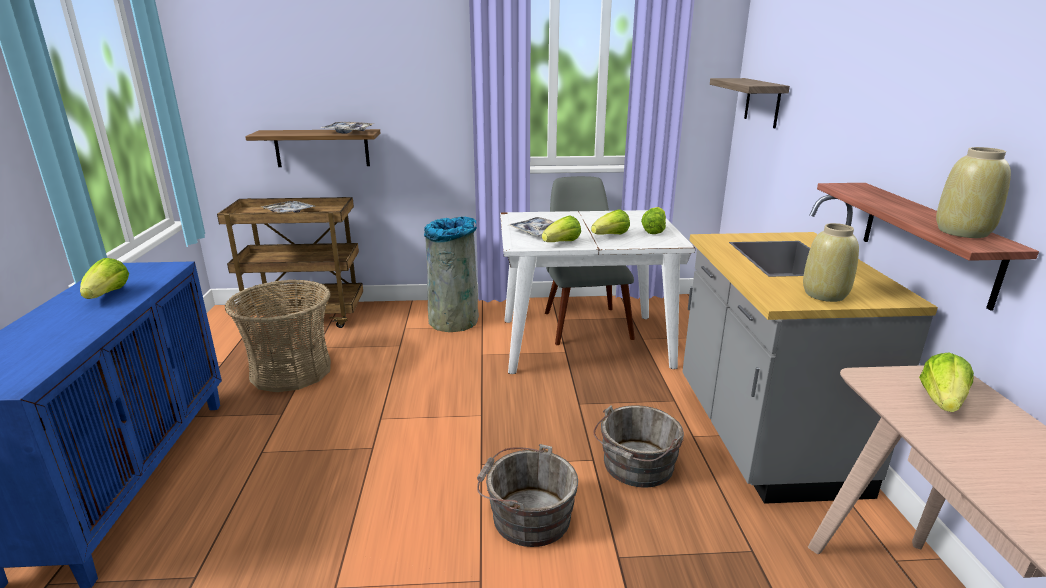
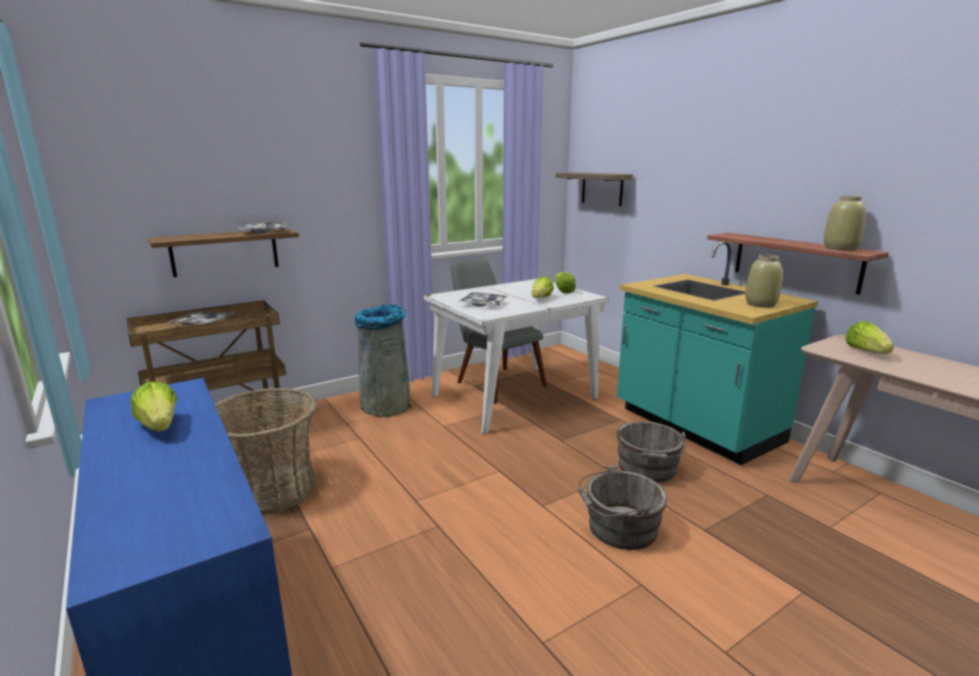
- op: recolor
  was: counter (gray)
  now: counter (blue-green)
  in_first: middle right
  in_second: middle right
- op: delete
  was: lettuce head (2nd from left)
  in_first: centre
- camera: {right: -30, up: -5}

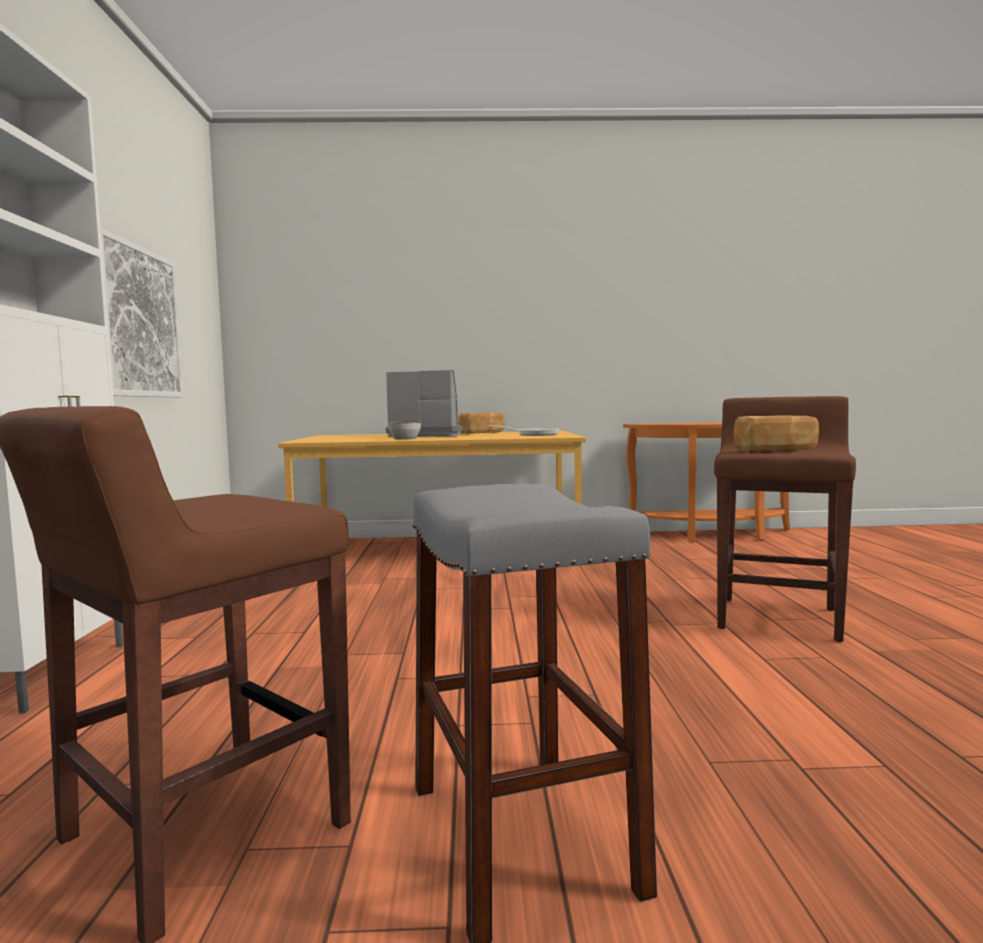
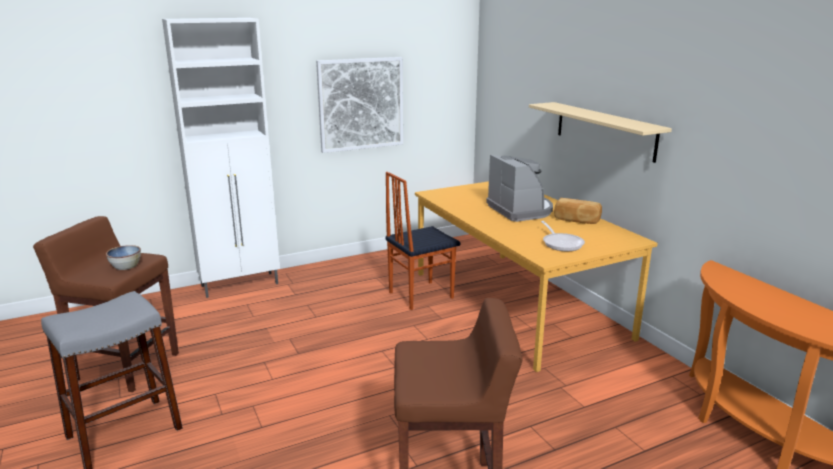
- op: delete
  was: bakery bread (2nd from left)
  in_first: middle right
- op: move
  was: serving bowl
  in_first: centre
  in_second: middle left
- op: insert
  now: bracket shelf (sand-coloured)
  in_second: top right
- op: insert
  now: chair
  in_second: centre
- camera: {right: 65, up: 15}

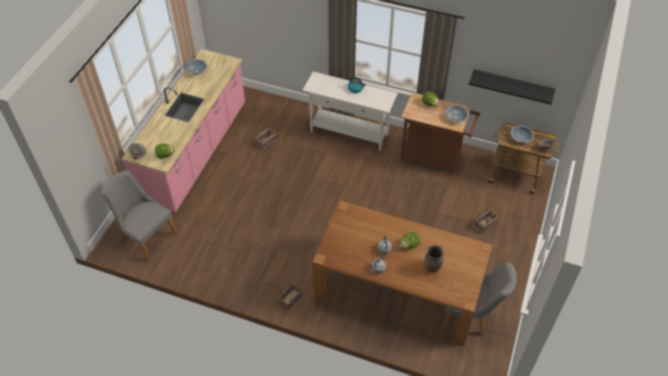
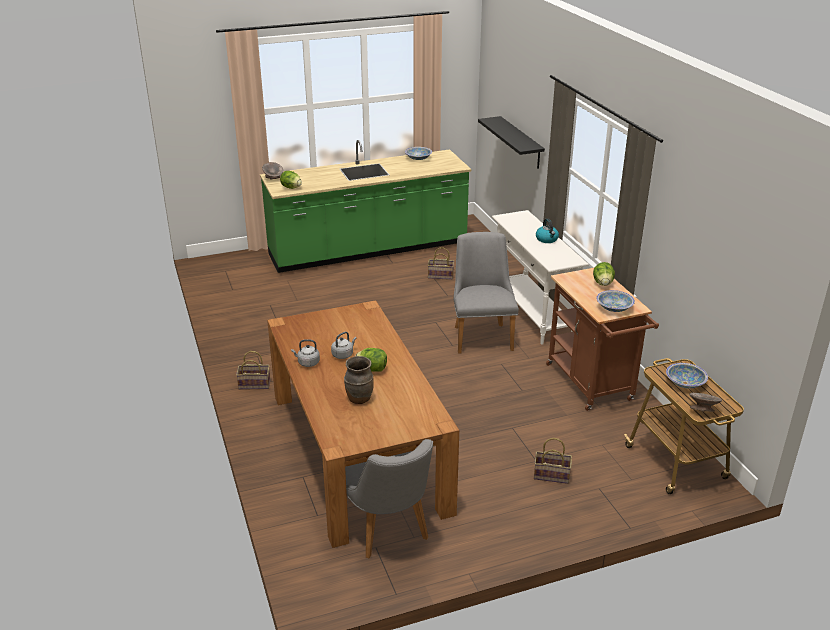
- op: recolor
  was: counter (pink-coloured)
  now: counter (greenish)
  in_first: middle left
  in_second: top centre
- op: move
  was: bracket shelf (blackish)
  in_first: top right
  in_second: top centre
- op: move
  was: chair (gray) (1st from left in the first image)
  now: chair (gray) (2nd from left)
  in_first: middle left
  in_second: centre
- camera: {right: 50, up: -20}

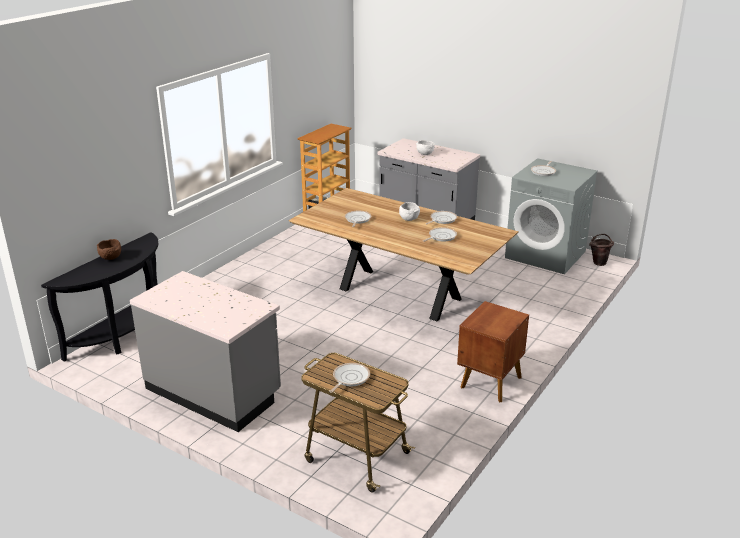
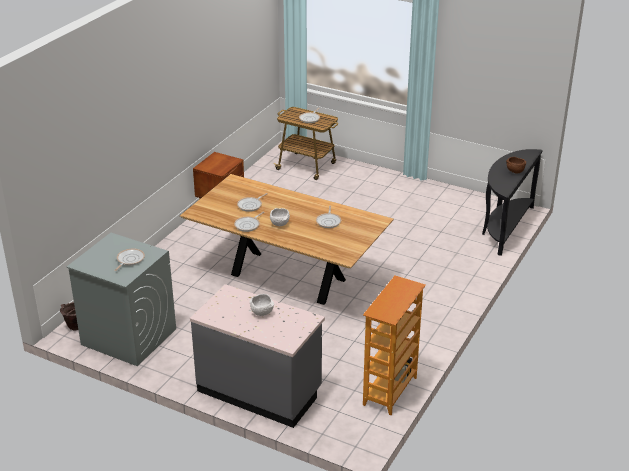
- op: delete
  was: counter (gray) (1st from left)
  in_first: middle left
- camera: {right: 175, up: 5}

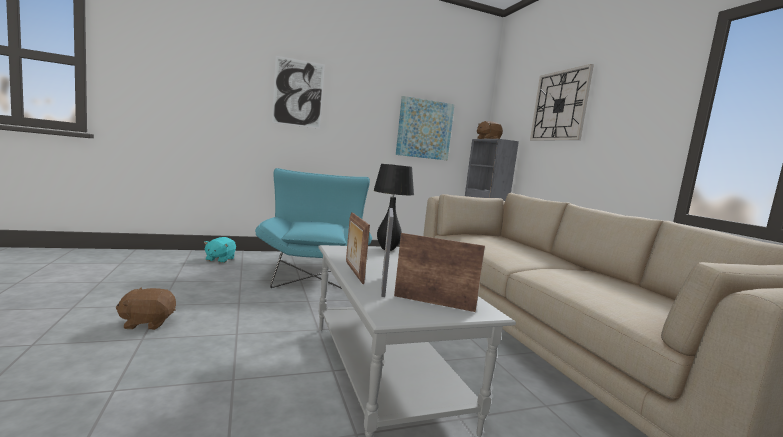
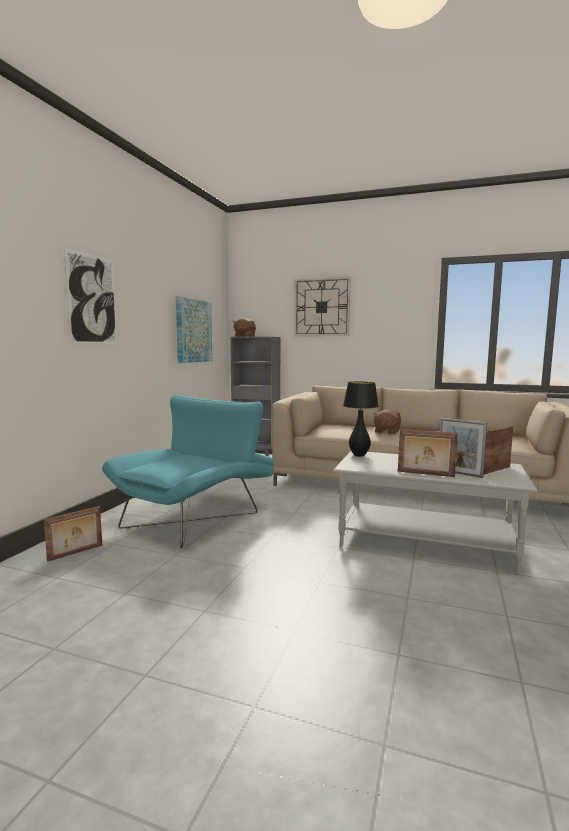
- op: rotate
  was: easy chair (blue-green)
  in_first: centre
  in_second: middle left
  clockwise: 90
- op: replace
  was: soft toy (blue-green)
  now: picture frame (1st from left)
  in_first: middle left
  in_second: middle left
- op: move
  was: soft toy (brownish) (1st from left in the first image)
  now: soft toy (brownish) (2nd from left)
  in_first: bottom left
  in_second: middle right
- camera: {right: -50, up: 0}

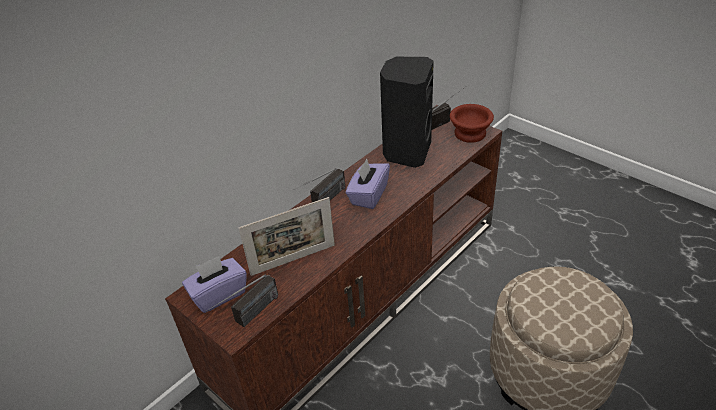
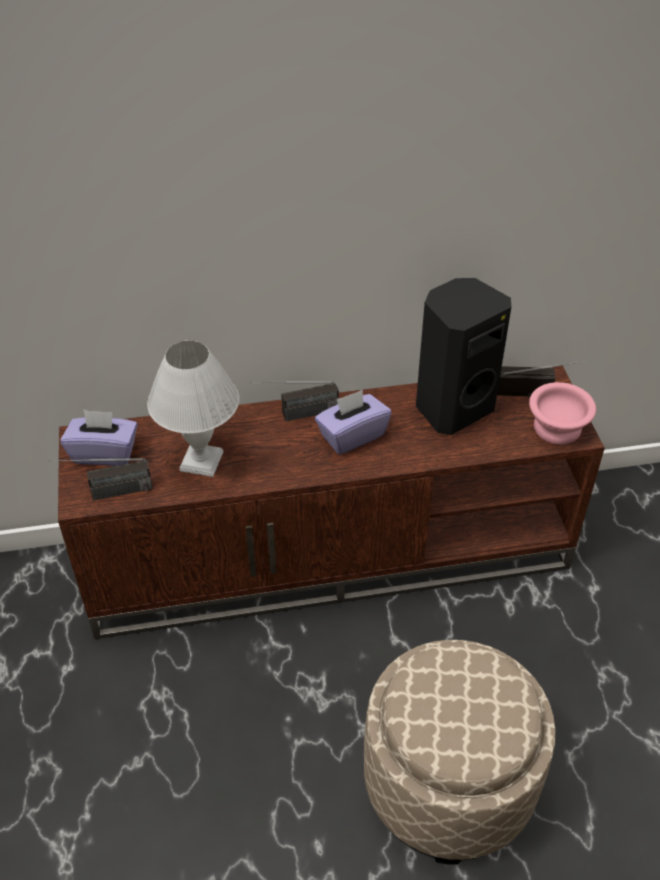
- op: recolor
  was: serving bowl (brownish)
  now: serving bowl (pink-coloured)
  in_first: top centre
  in_second: middle right
- op: replace
  was: picture frame
  now: lamp for a table (white-coloured)
  in_first: centre
  in_second: middle left
- camera: {right: 35, up: 5}

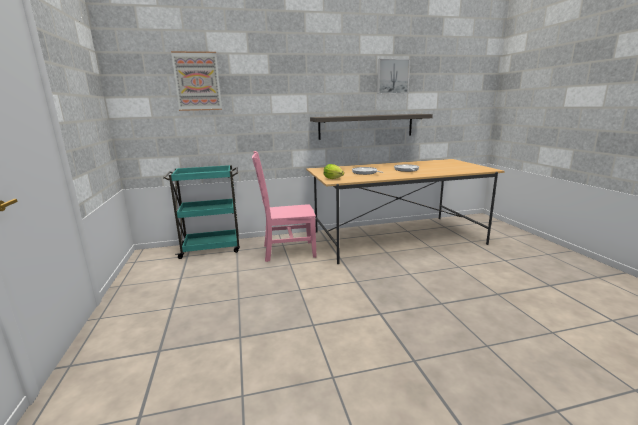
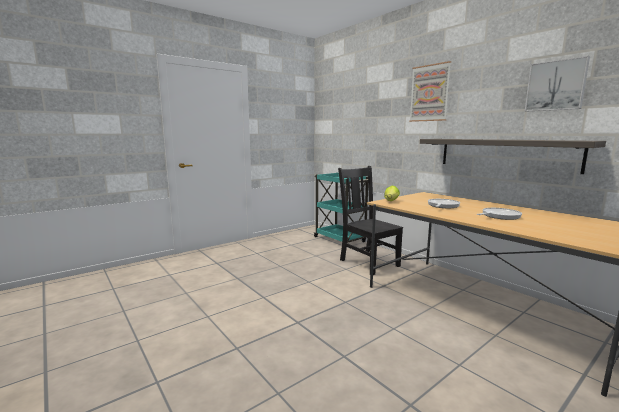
- op: move
  was: wall art (1st from left)
  in_first: top left
  in_second: top right
- op: recolor
  was: chair (pink-coloured)
  now: chair (blackish)
  in_first: centre
  in_second: centre
- camera: {right: 65, up: -5}

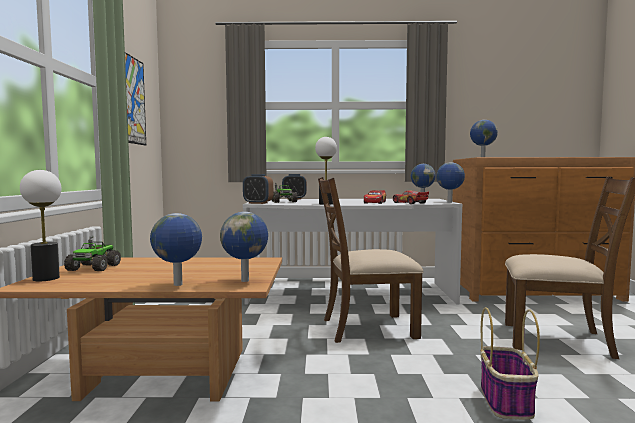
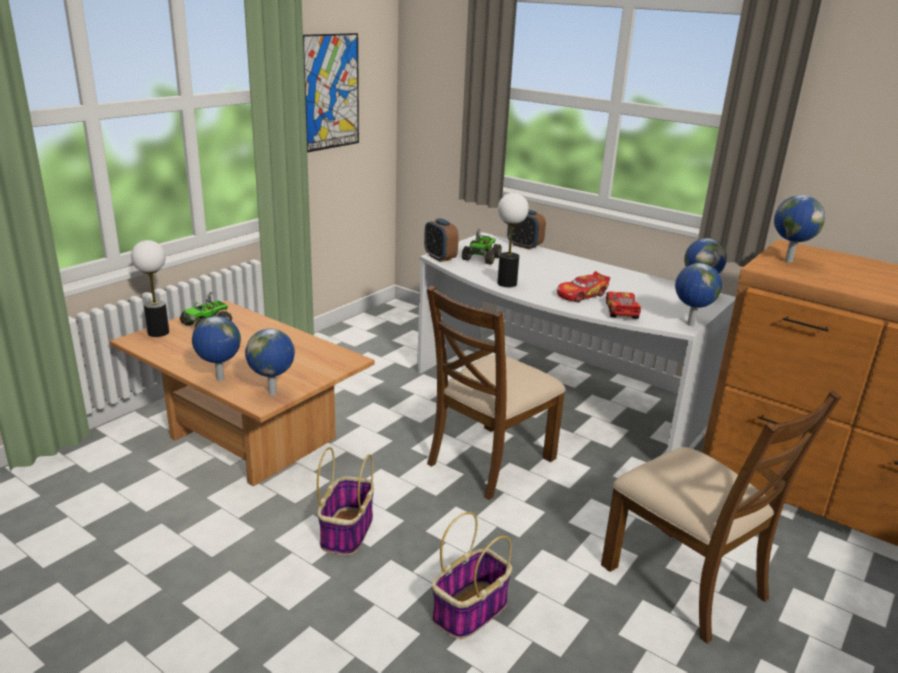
- op: rotate
  was: chair (brownish) (1st from left)
  in_first: centre
  in_second: centre
  clockwise: -75
- op: insert
  now: household basket (1st from left)
  in_second: bottom centre
- camera: {right: 35, up: 20}

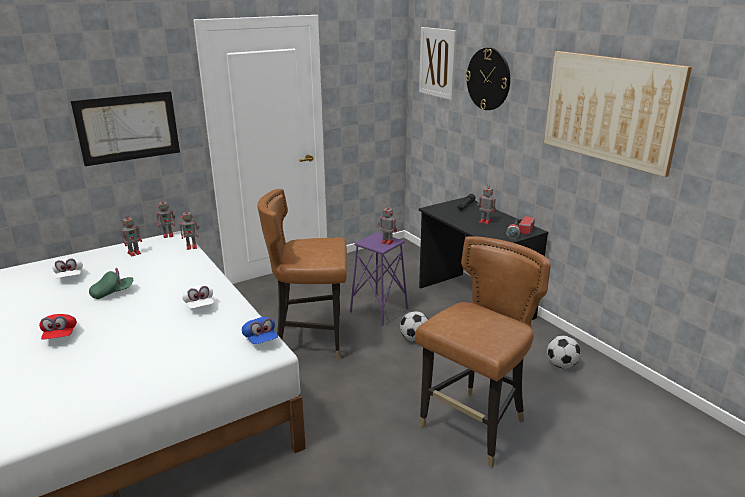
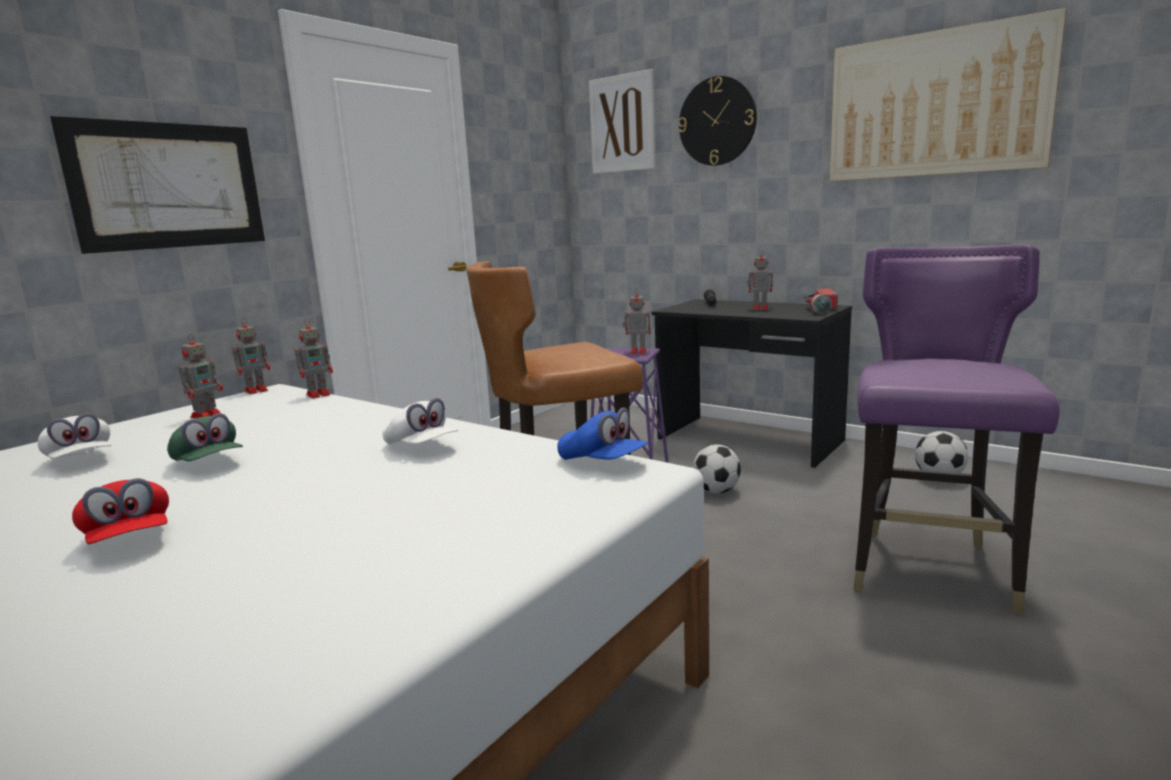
- op: recolor
  was: chair (brownish) (2nd from left)
  now: chair (purple)
  in_first: bottom centre
  in_second: middle right
- op: rotate
  was: peaked cap (greenish)
  in_first: middle left
  in_second: middle left
  clockwise: 90
- camera: {right: -20, up: -10}

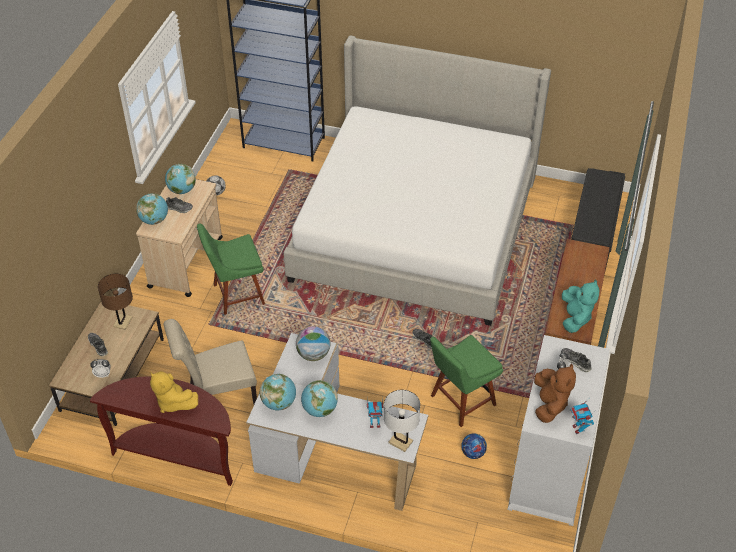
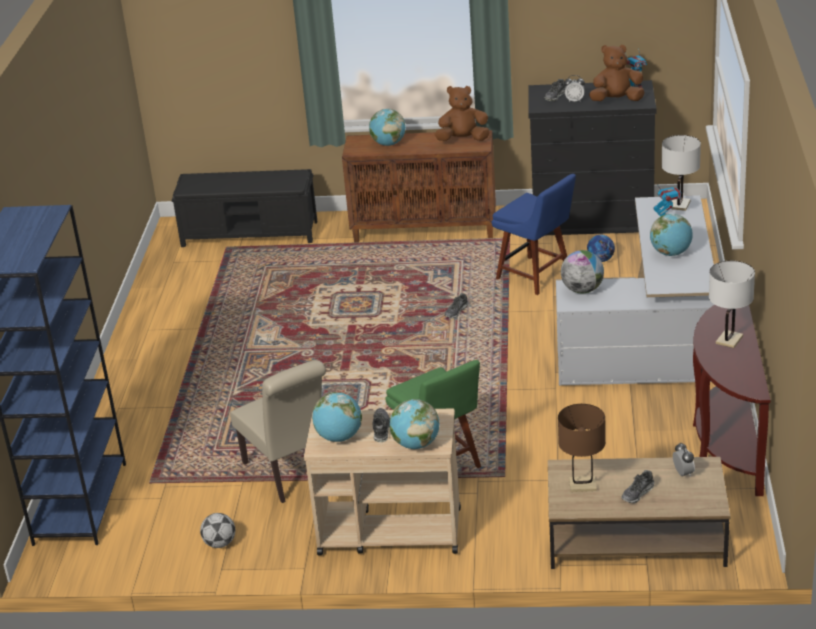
- op: delete
  was: sleeping bed
  in_first: top centre
- op: recolor
  was: soft toy (blue-green)
  now: soft toy (brownish) (1st from left)
  in_first: middle right
  in_second: top centre
- op: move
  was: chair (sand-coloured)
  in_first: middle left
  in_second: bottom centre
- op: recolor
  was: chair (greenish) (2nd from left)
  now: chair (blue)
  in_first: bottom centre
  in_second: centre
- op: recolor
  was: chest of drawers (white-coloured)
  now: chest of drawers (blackish)
  in_first: bottom right
  in_second: top right
- op: replace
  was: soft toy (yellow-coloured)
  now: lamp for a table (white-coloured) (2nd from left)
  in_first: bottom left
  in_second: middle right
- op: move
  was: globe (3rd from left in the first image)
  now: globe (2nd from left)
  in_first: bottom centre
  in_second: top centre
- camera: {right: -100, up: -15}

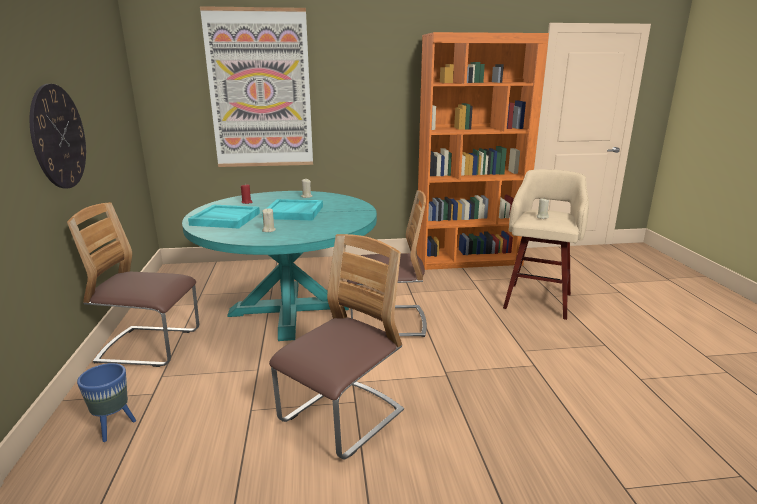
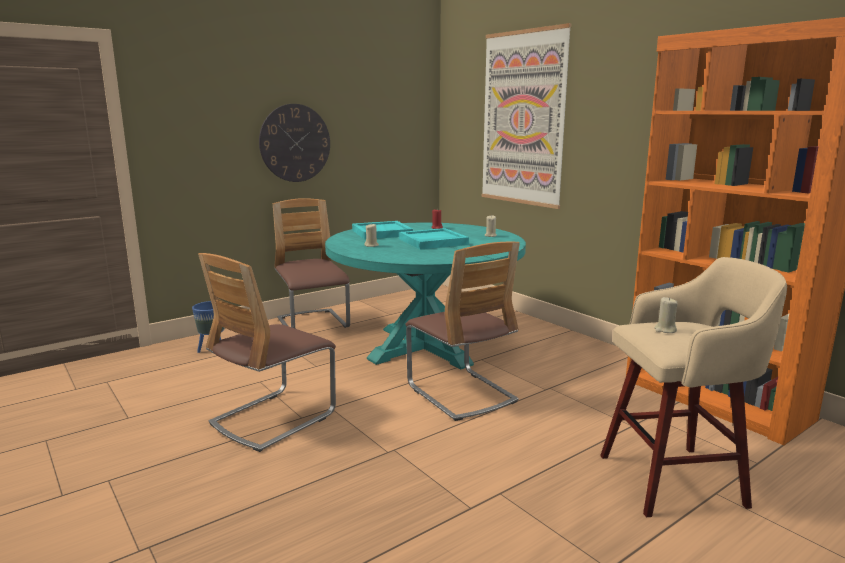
- op: rotate
  was: chair (2nd from left in the first image)
  in_first: bottom centre
  in_second: middle left
  clockwise: 120
- camera: {right: 60, up: -5}

